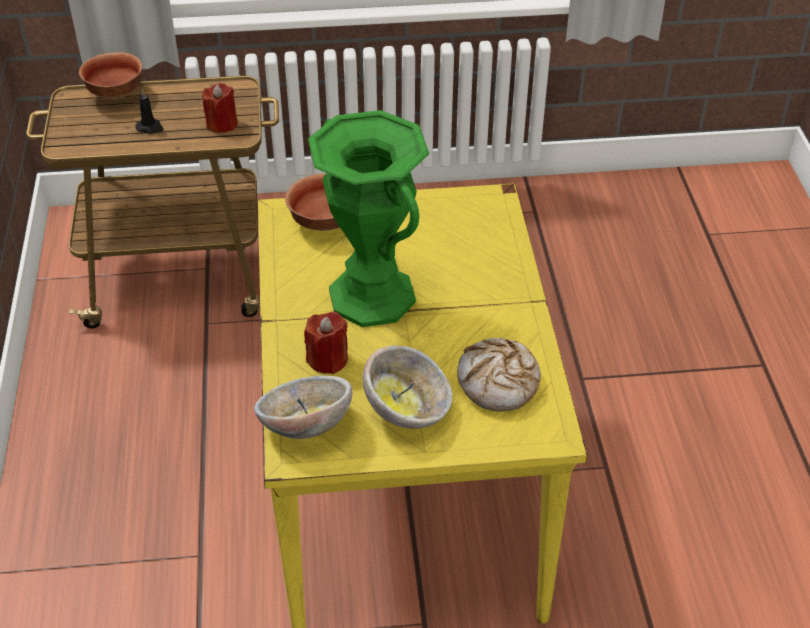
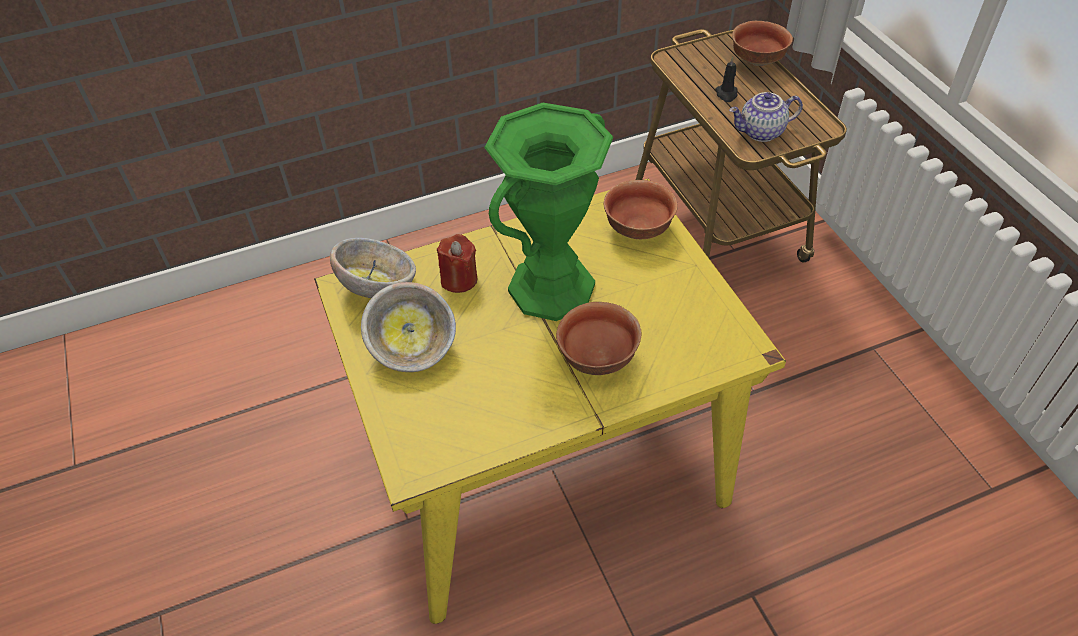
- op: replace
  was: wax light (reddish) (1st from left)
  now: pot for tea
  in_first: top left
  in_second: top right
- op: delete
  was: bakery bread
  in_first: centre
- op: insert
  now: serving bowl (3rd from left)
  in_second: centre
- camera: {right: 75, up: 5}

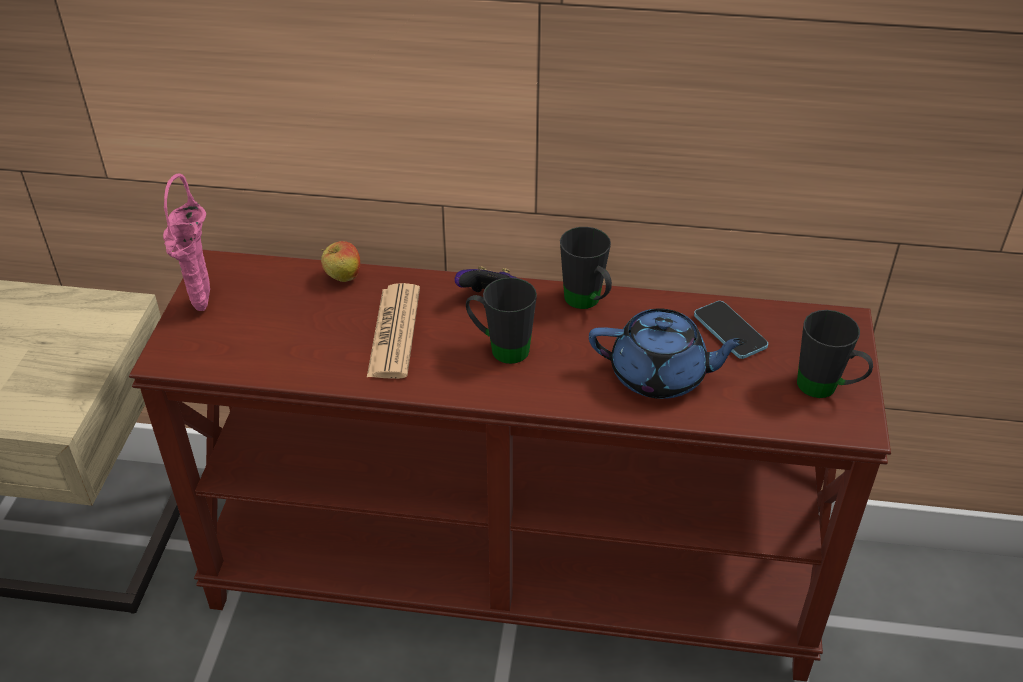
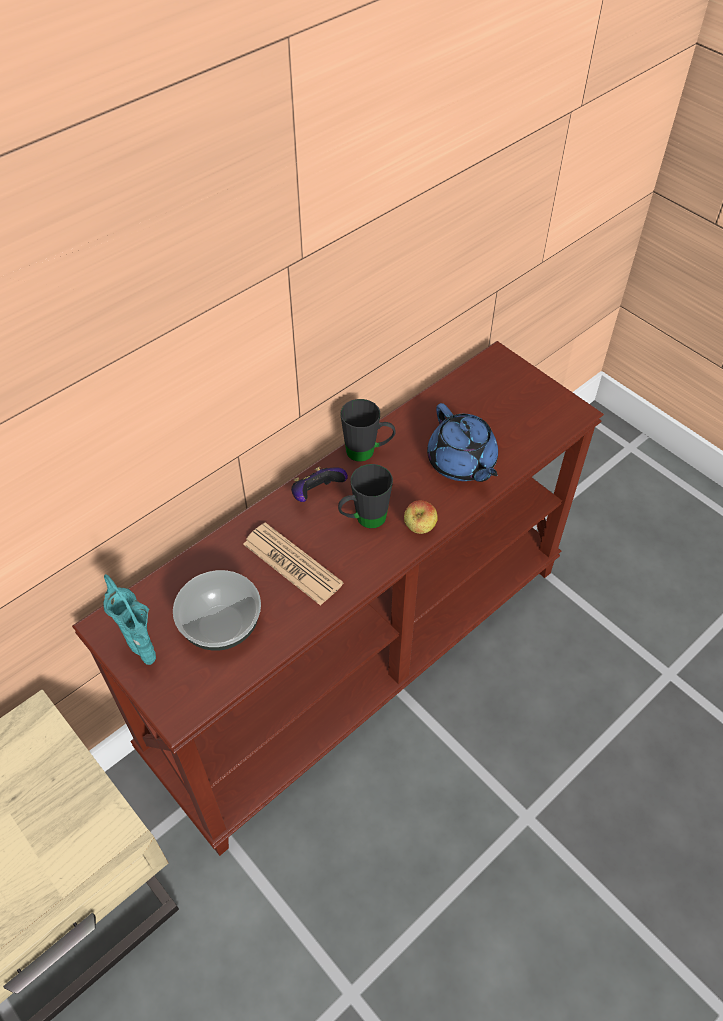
- op: recolor
  was: decorative vase (pink-coloured)
  now: decorative vase (blue-green)
  in_first: middle left
  in_second: middle left
- op: move
  was: apple fruit
  in_first: middle left
  in_second: centre
- op: delete
  was: handset
  in_first: middle right
- op: rotate
  was: pot for tea (blue)
  in_first: centre
  in_second: centre
  clockwise: 105
- op: delete
  was: mug (blackish) (3rd from left)
  in_first: middle right
- op: insert
  now: serving bowl
  in_second: middle left
- camera: {right: -50, up: 10}

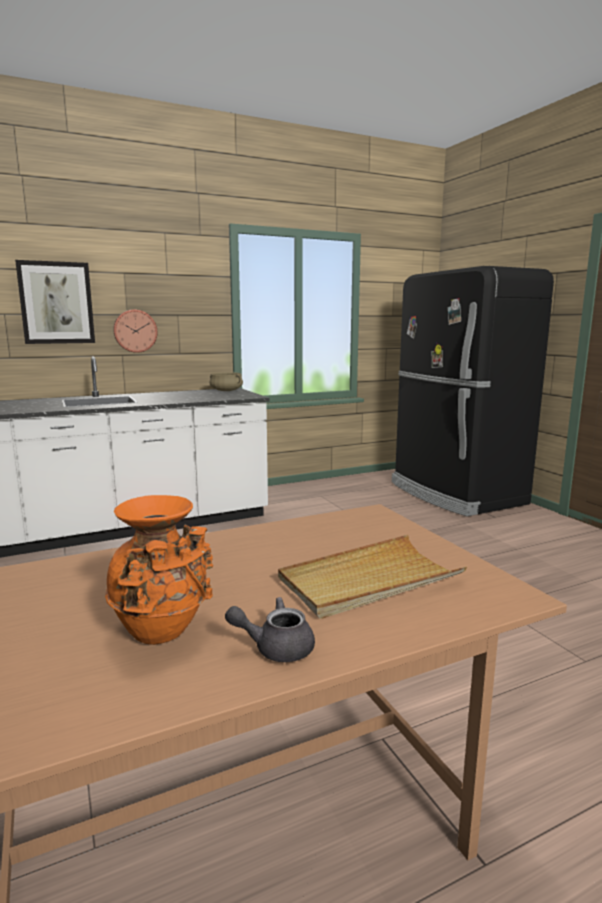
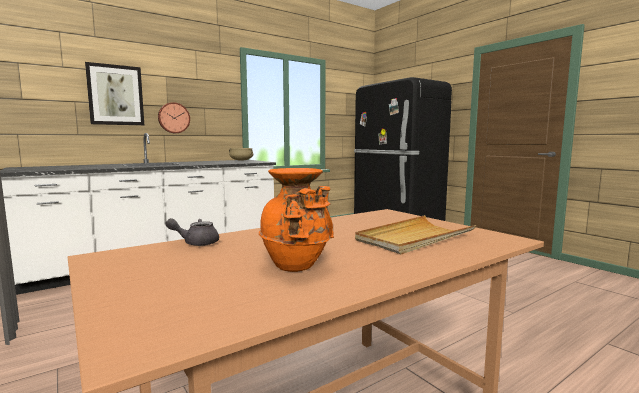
- op: move
  was: pot for tea (gray)
  in_first: bottom centre
  in_second: middle left
- camera: {right: -10, up: -5}

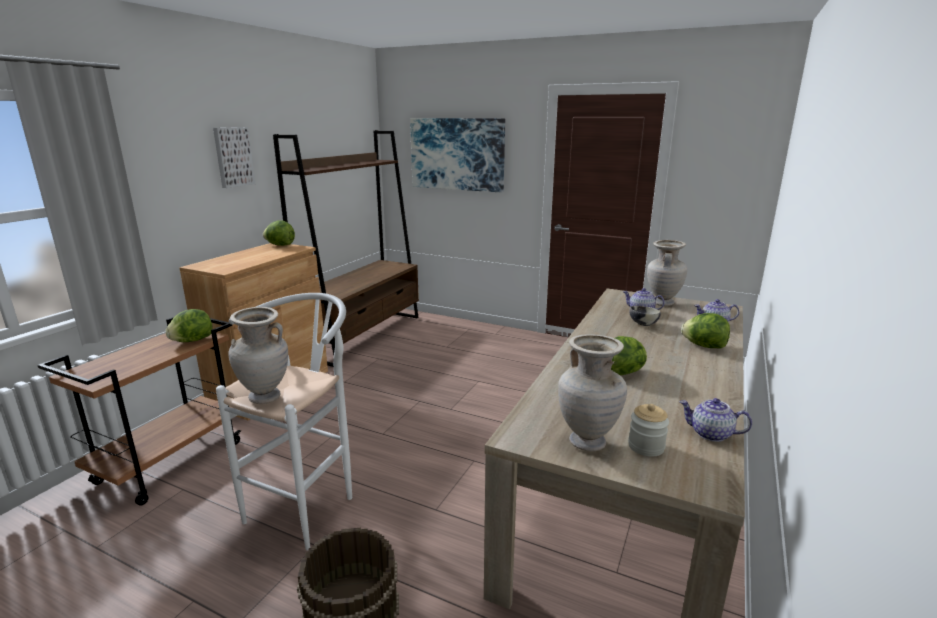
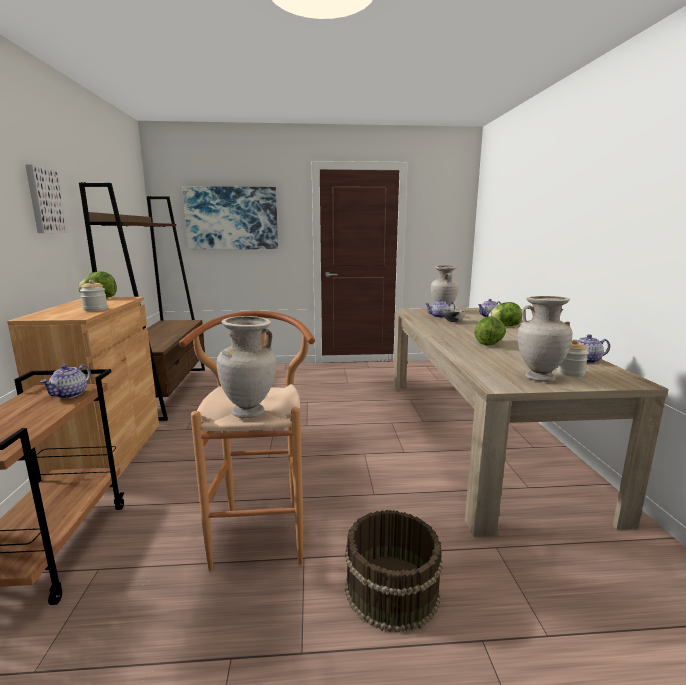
- op: recolor
  was: stool seat (white-coloured)
  now: stool seat (brownish)
  in_first: bottom left
  in_second: centre
- op: replace
  was: lettuce head (1st from left)
  now: pot for tea (1st from left)
  in_first: middle left
  in_second: middle left
- op: insert
  now: storage jar (1st from left)
  in_second: middle left
- camera: {right: -30, up: -5}

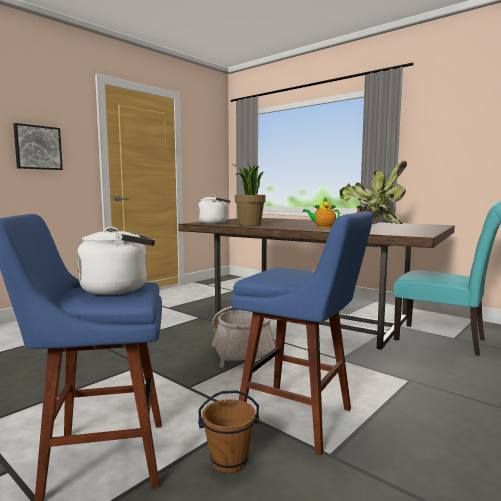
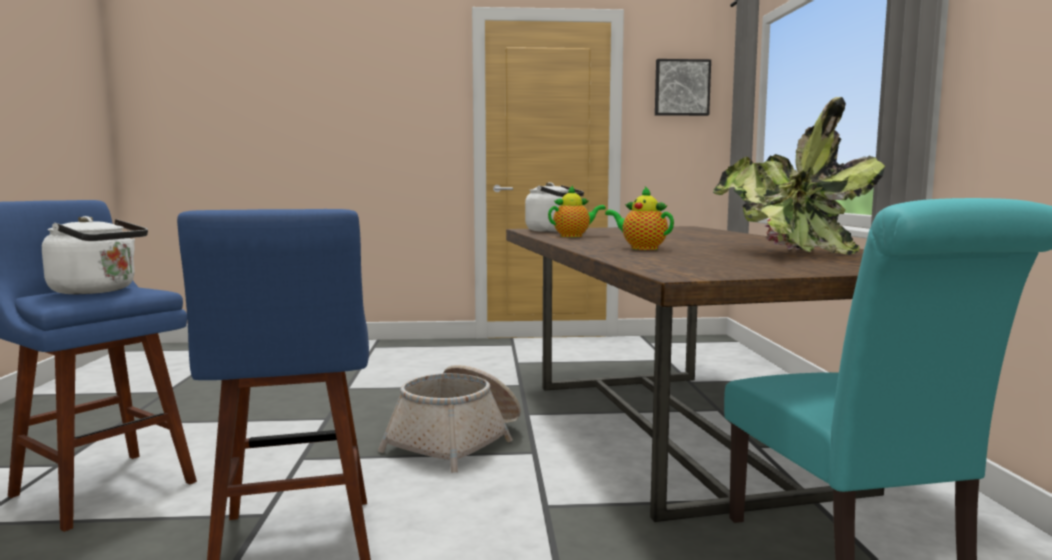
- op: move
  was: wall art
  in_first: top left
  in_second: top centre
- op: replace
  was: potted plant (1st from left)
  now: pot for tea (1st from left)
  in_first: centre
  in_second: centre
- op: delete
  was: pail (brownish)
  in_first: bottom centre
- camera: {right: 45, up: 0}

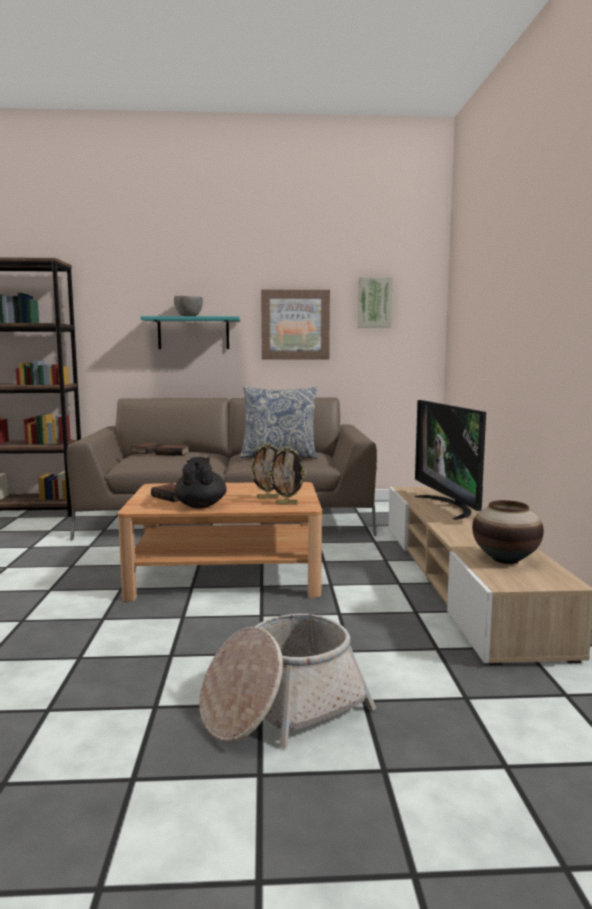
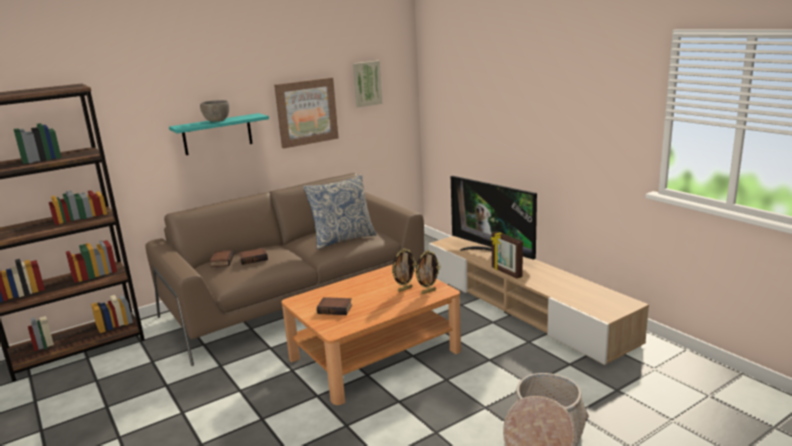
- op: delete
  was: pot for tea (blackish)
  in_first: centre
- op: delete
  was: decorative vase
  in_first: middle right
- op: insert
  now: picture frame (3rd from left)
  in_second: centre
- camera: {right: -30, up: 10}

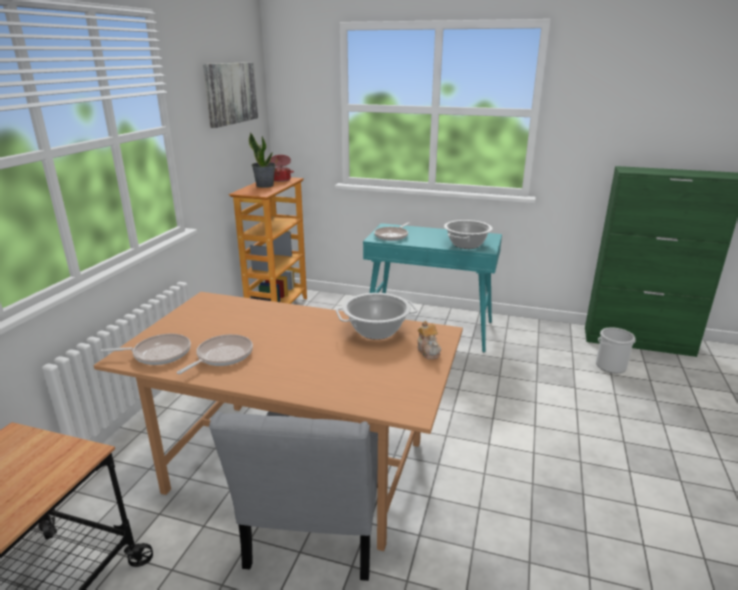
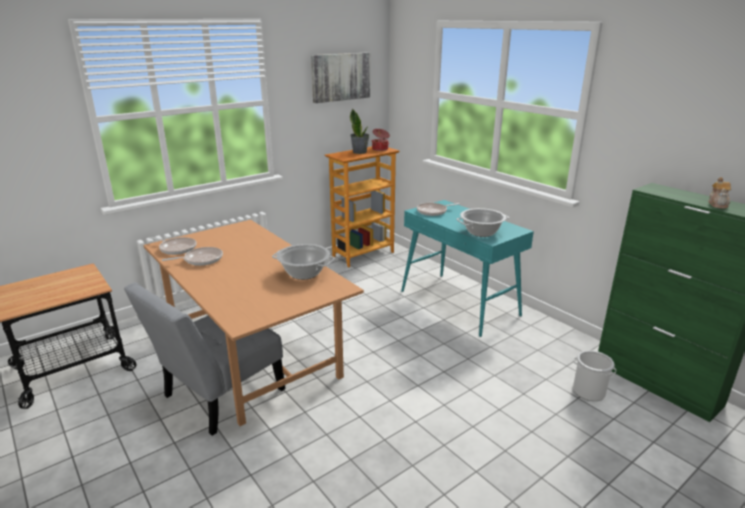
- op: move
  was: pot for tea
  in_first: centre
  in_second: middle right
- camera: {right: 35, up: 0}

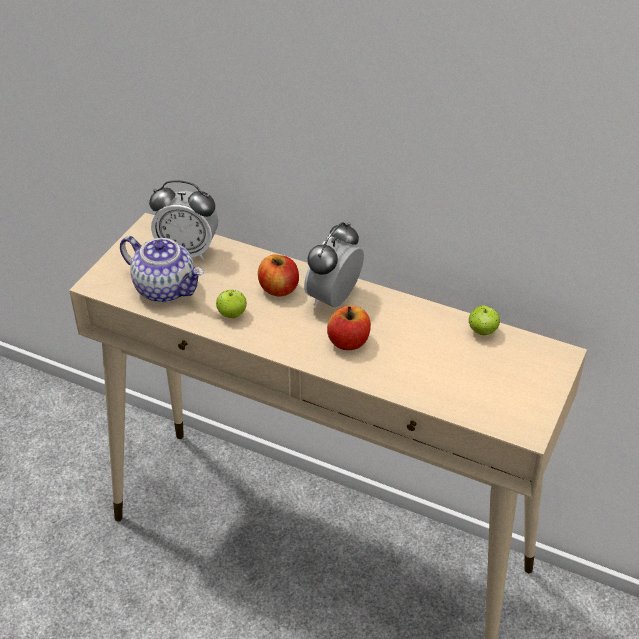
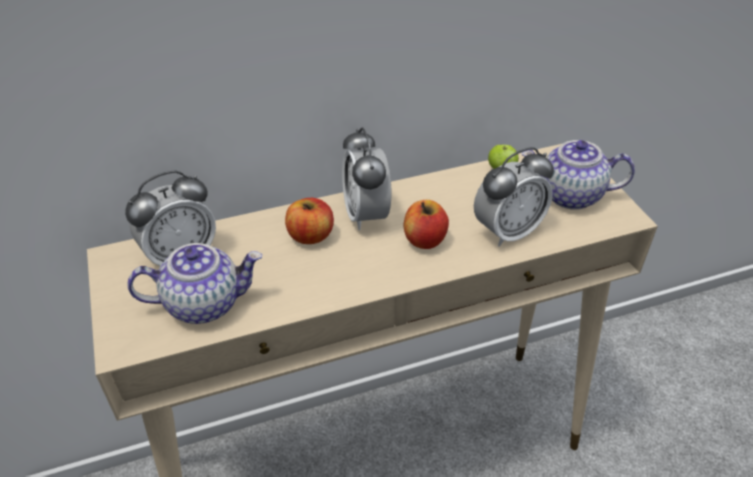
- op: delete
  was: apple fruit (1st from left)
  in_first: centre
- op: insert
  now: pot for tea (2nd from left)
  in_second: middle right
- op: insert
  now: table clock (3rd from left)
  in_second: middle right
- camera: {right: -45, up: 0}

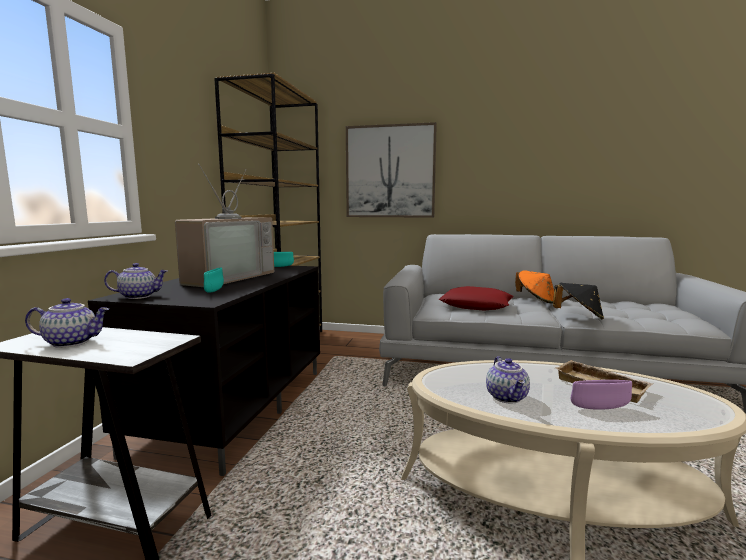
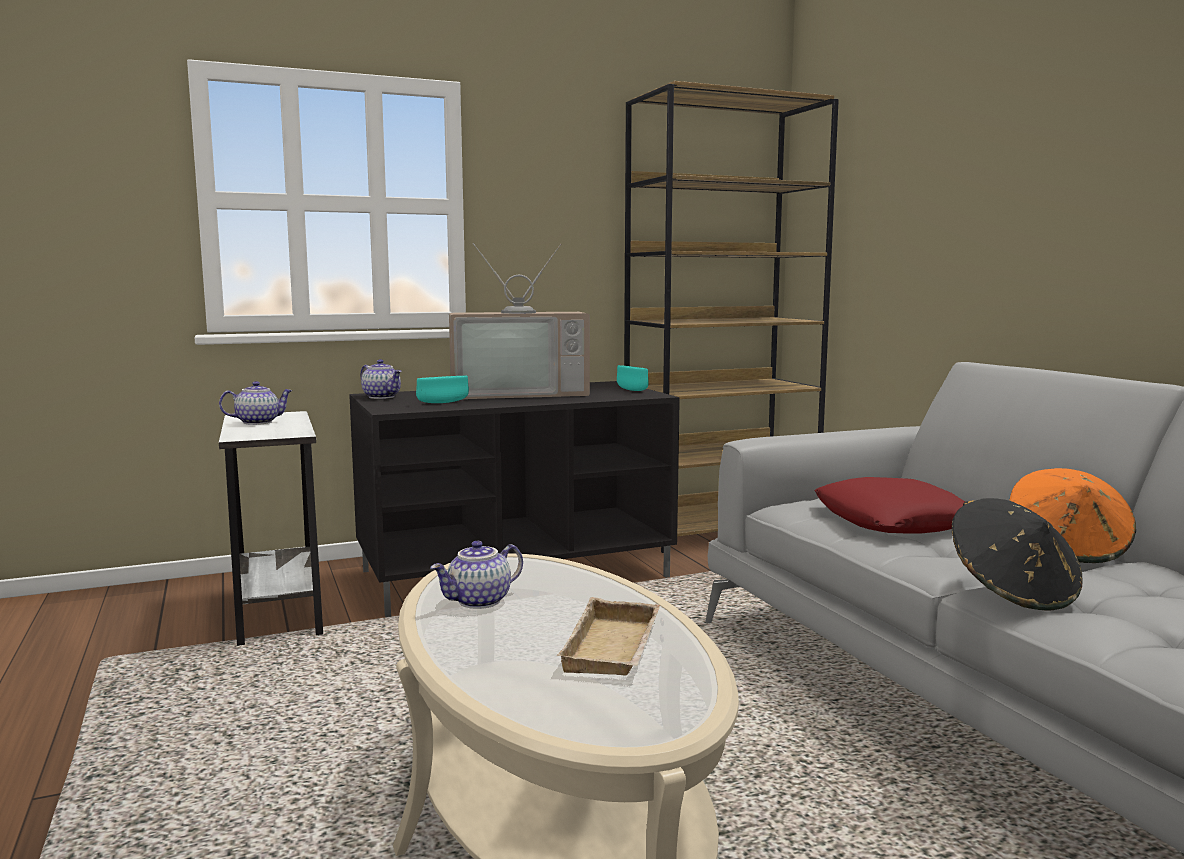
- op: delete
  was: wall art
  in_first: top centre
- op: rotate
  was: pot for tea (1st from left)
  in_first: middle left
  in_second: middle left
  clockwise: -75
- op: delete
  was: serving bowl (purple)
  in_first: bottom right
- camera: {right: 55, up: 0}

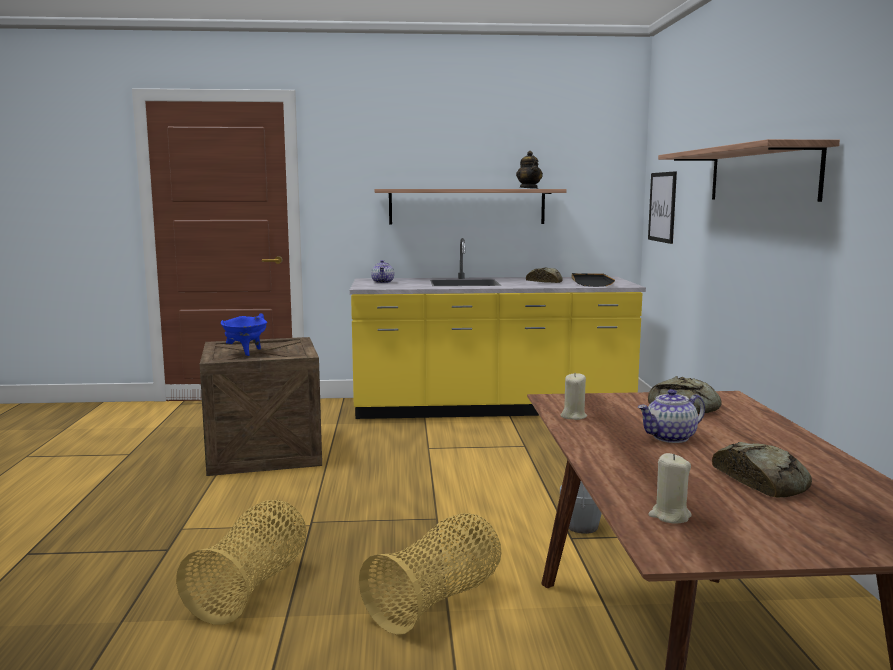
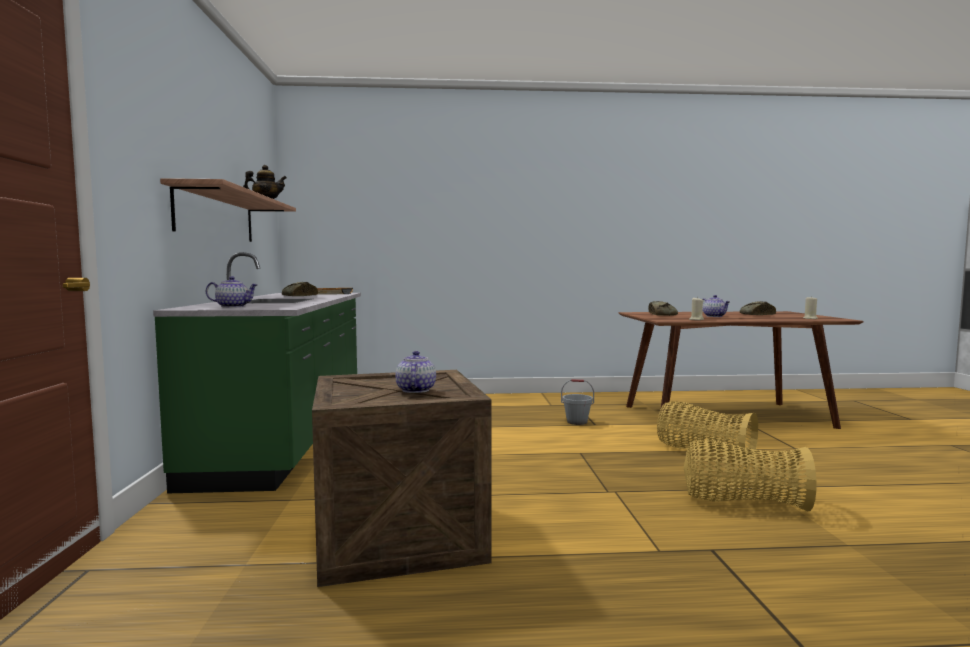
- op: delete
  was: bracket shelf (2nd from left)
  in_first: top right
- op: delete
  was: wall art
  in_first: top right
- op: recolor
  was: counter (yellow-coloured)
  now: counter (greenish)
  in_first: centre
  in_second: middle left
- op: replace
  was: cooking pot (blue)
  now: pot for tea (3rd from left)
  in_first: middle left
  in_second: centre
- camera: {right: -90, up: -5}

